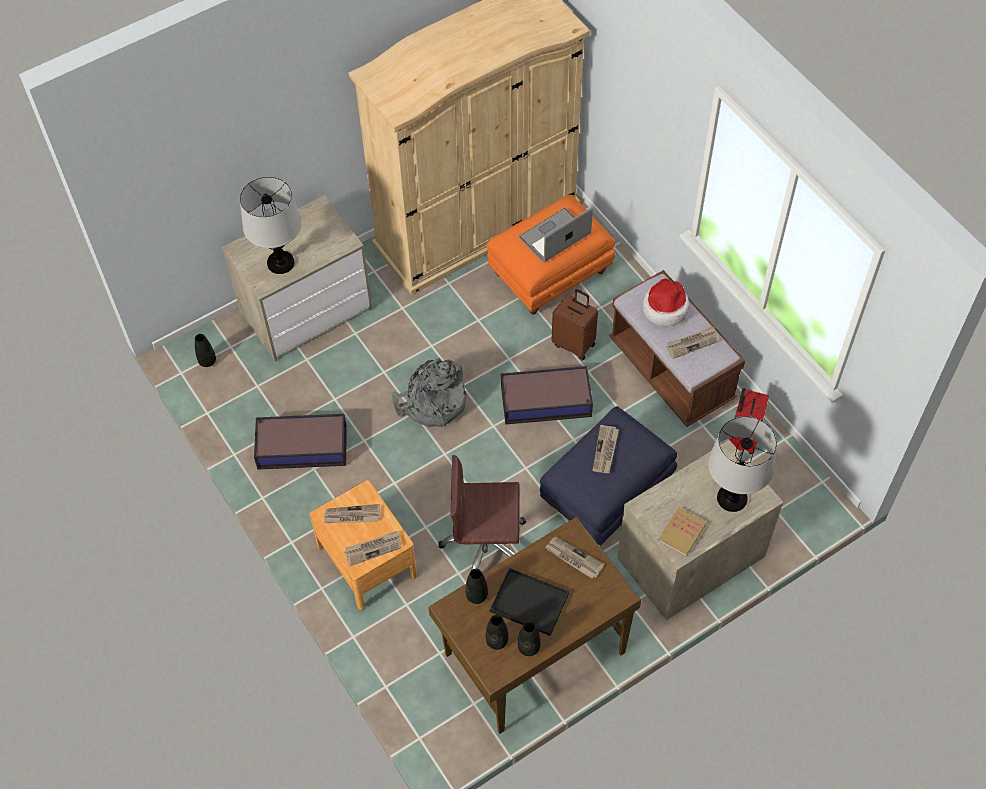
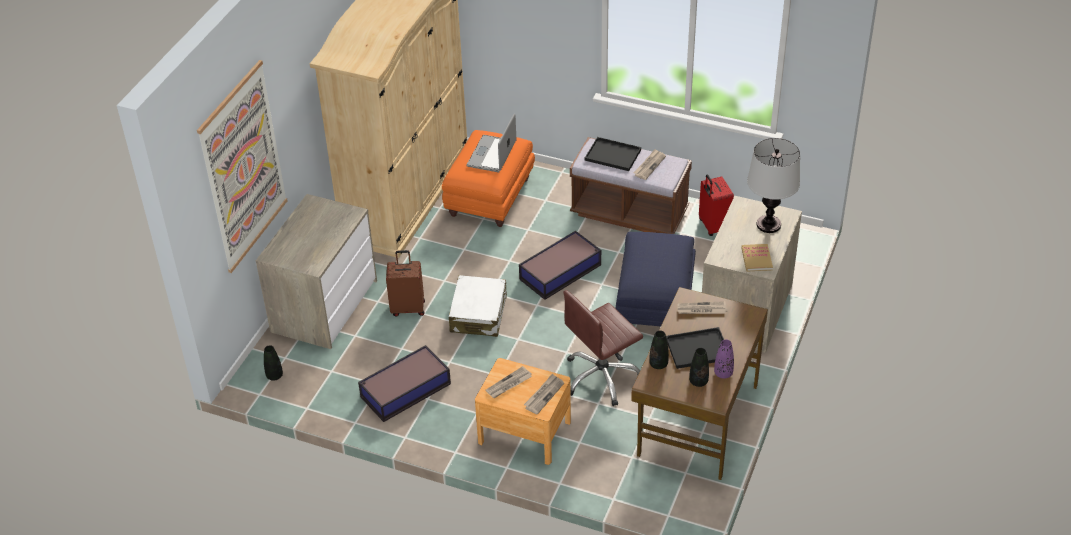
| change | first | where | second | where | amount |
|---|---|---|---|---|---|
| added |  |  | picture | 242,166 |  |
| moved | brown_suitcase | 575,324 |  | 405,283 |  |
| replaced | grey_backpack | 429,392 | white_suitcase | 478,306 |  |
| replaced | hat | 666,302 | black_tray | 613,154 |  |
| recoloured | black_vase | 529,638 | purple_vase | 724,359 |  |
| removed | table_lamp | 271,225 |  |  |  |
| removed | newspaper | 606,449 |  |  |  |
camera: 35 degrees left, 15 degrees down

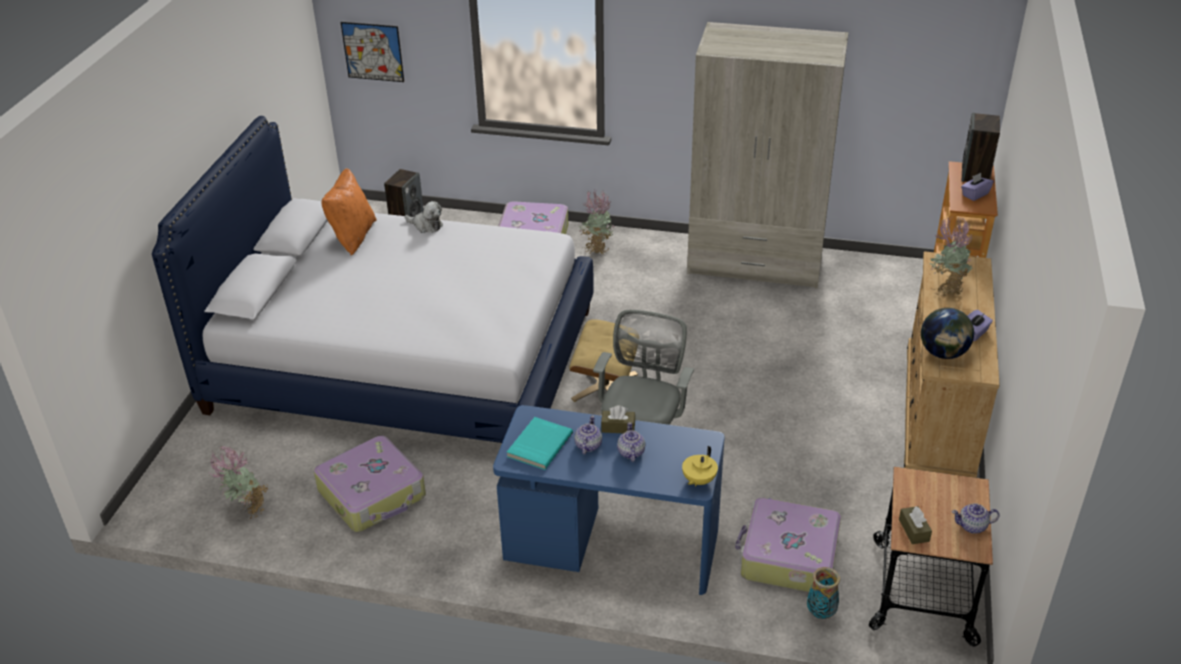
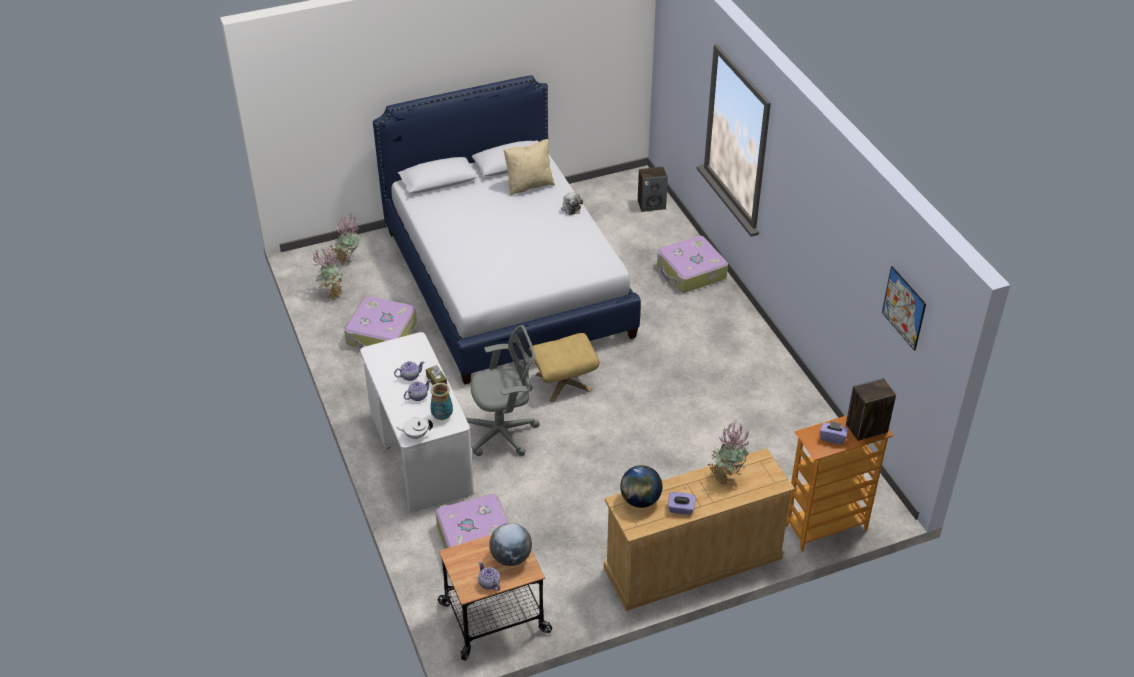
| change | first | where | second | where | amount |
|---|---|---|---|---|---|
| moved | potted_plant | 597,221 |  | 345,239 |  |
| recoloured | blue_desk | 609,500 | white_desk | 417,422 |  |
| recoloured | yellow_teapot | 700,466 | white_teapot | 414,429 |  |
| moved | vase | 823,593 |  | 441,401 |  |
| added |  |  | globe | 510,544 |  |
| recoloured | orange_pillow | 349,211 | beige_pillow | 529,167 |  |
| moved | picture | 372,52 |  | 904,308 |  |
| removed | turquoise_book | 540,443 |  |  |  |
| removed | beige_wardrobe | 767,155 |  |  |  |
| removed | brown_tissue_box | 915,525 |  |  |  |
camera: 55 degrees right, 5 degrees up

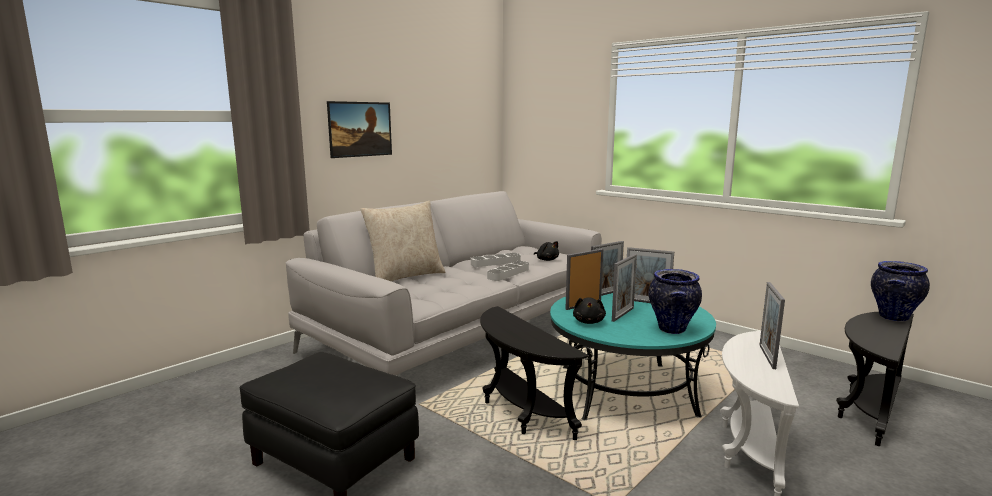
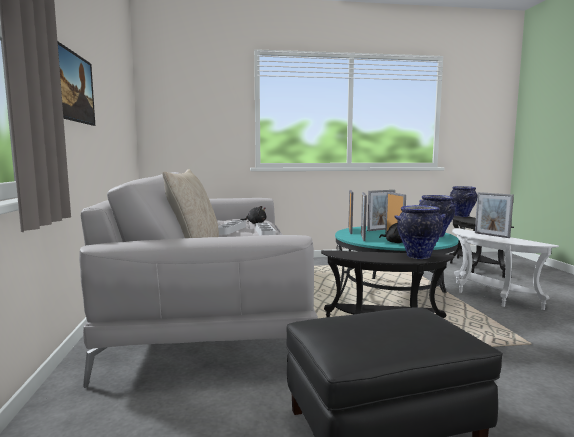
| change | first | where | second | where | amount |
|---|---|---|---|---|---|
| added |  |  | vase | 420,232 |  |
camera: 50 degrees left, 5 degrees down

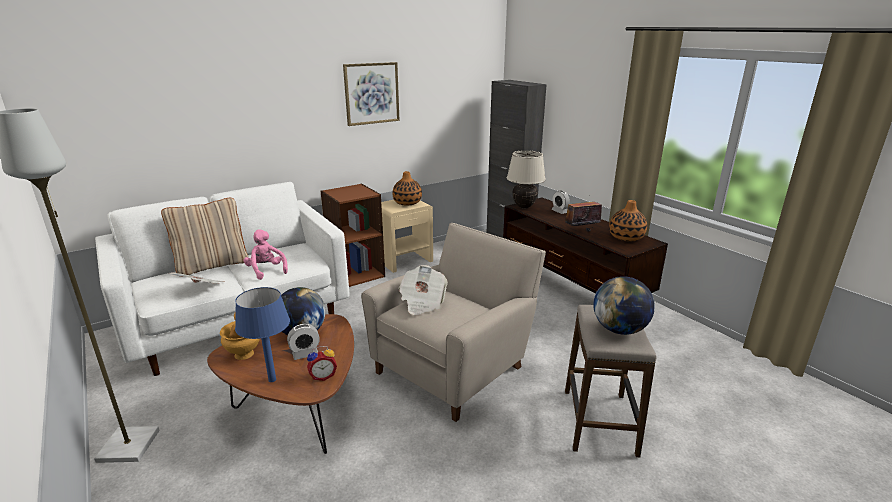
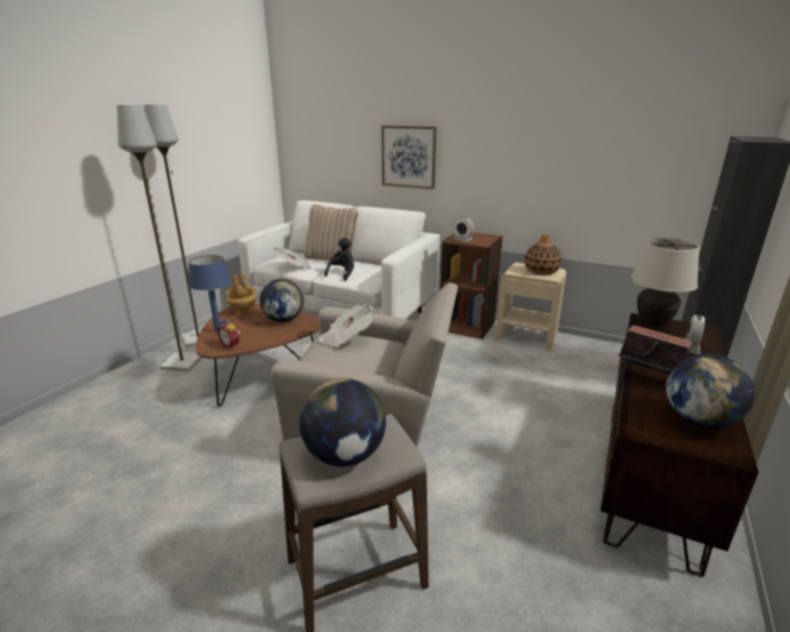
| change | first | where | second | where | amount |
|---|---|---|---|---|---|
| added |  |  | grey_floor_lamp | 160,238 |  |
| recoloured | pink_plush_toy | 266,254 | black_plush_toy | 339,259 |  |
| moved | picture | 371,94 |  | 409,157 |  |
| moved | alarm_clock | 303,342 |  | 463,229 |  |
| replaced | vase | 628,220 | globe | 710,391 |  |
camera: 60 degrees right, 0 degrees up

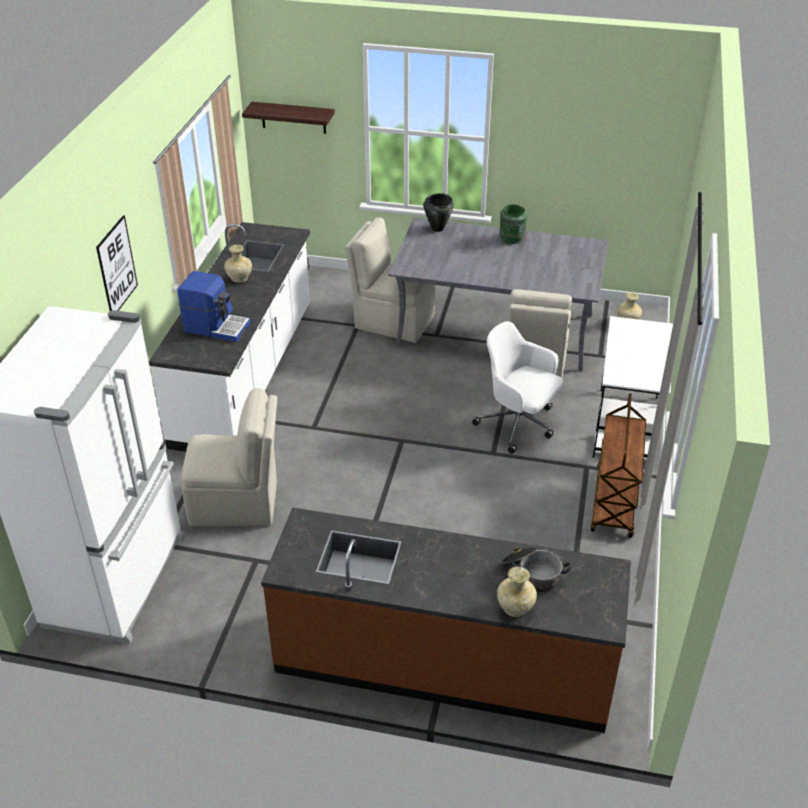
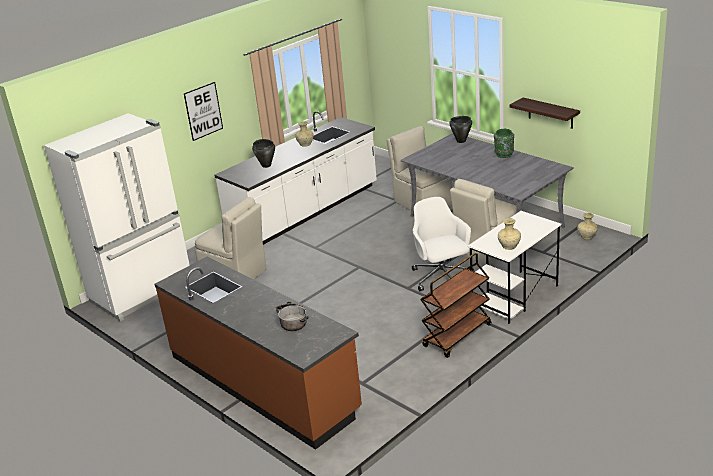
| change | first | where | second | where | amount |
|---|---|---|---|---|---|
| replaced | coffee_machine | 213,306 | black_cooking_pot | 263,153 |  |
| moved | beige_vase | 517,592 |  | 509,234 |  |
| moved | shelf | 288,118 |  | 545,113 |  |
camera: 35 degrees right, 10 degrees down

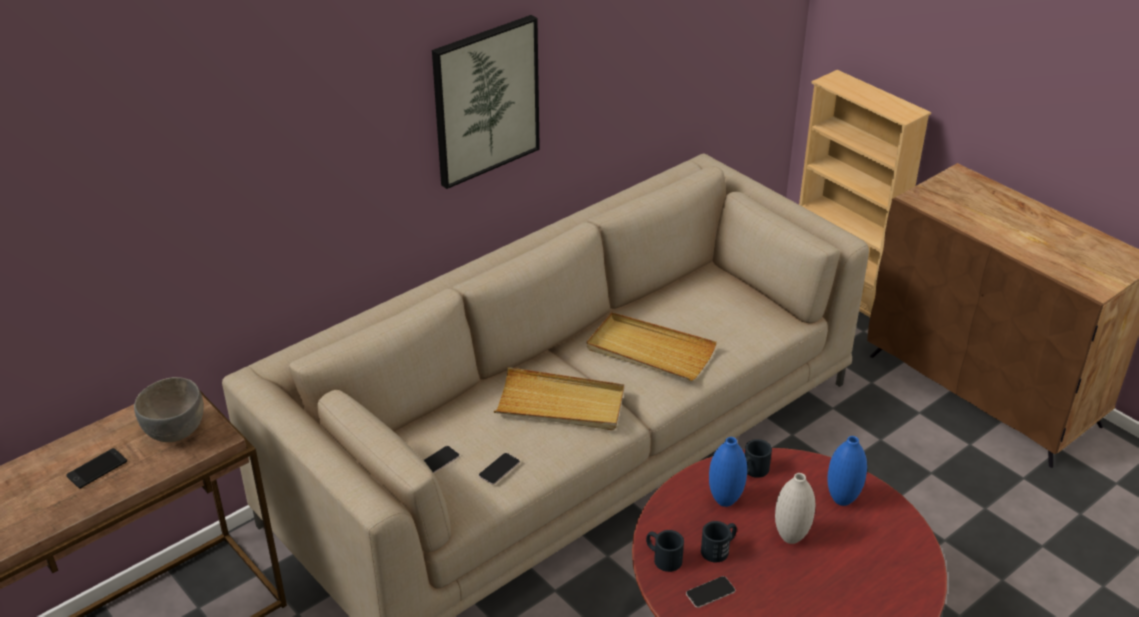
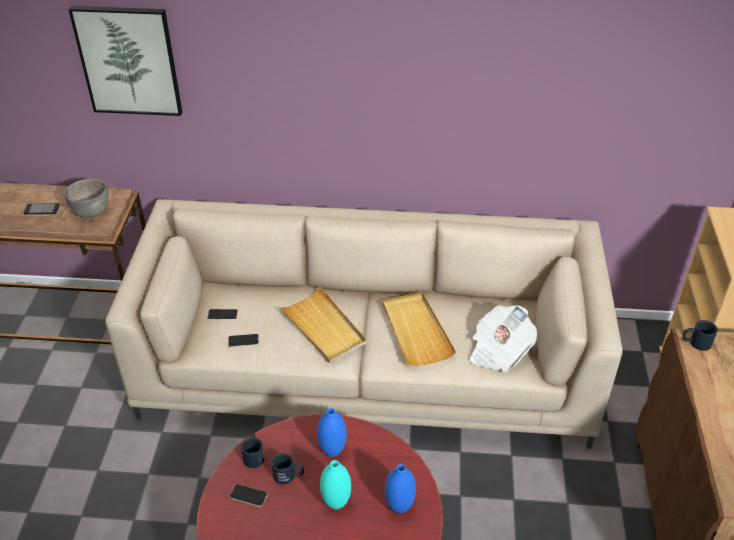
| change | first | where | second | where | amount |
|---|---|---|---|---|---|
| moved | picture | 486,102 |  | 125,61 |  |
| recoloured | white_vase | 795,508 | turquoise_vase | 335,484 |  |
| added |  |  | newspaper | 503,338 |  |
| moved | black_mug | 758,458 |  | 700,335 |  |
camera: 45 degrees right, 5 degrees up

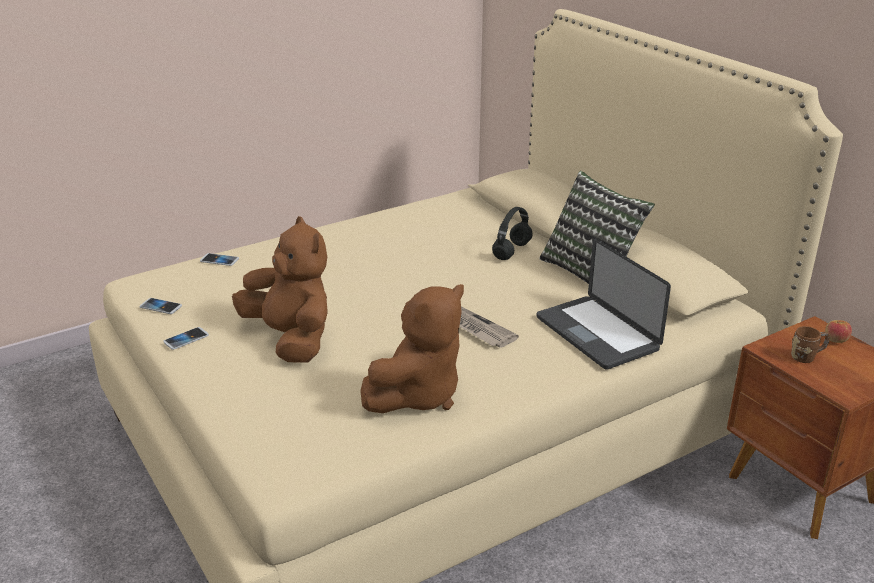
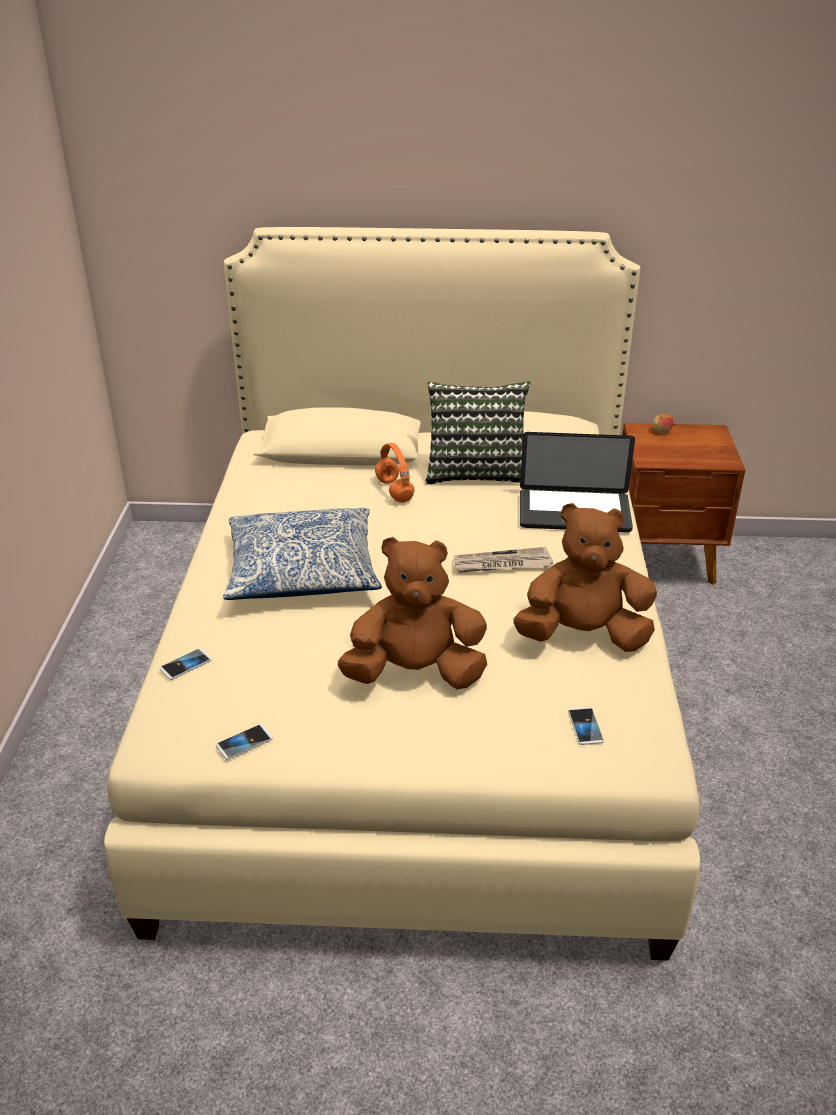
| change | first | where | second | where | amount |
|---|---|---|---|---|---|
| added |  |  | pillow | 302,554 |  |
| recoloured | black_headphones | 512,233 | orange_headphones | 395,472 |  |
| turned | brown_plush_toy | 412,348 |  | 585,577 | 75 degrees counterclockwise |
| moved | phone | 186,338 |  | 586,726 |  |
| removed | brown_mug | 810,344 |  |  |  |
camera: 55 degrees left, 5 degrees up

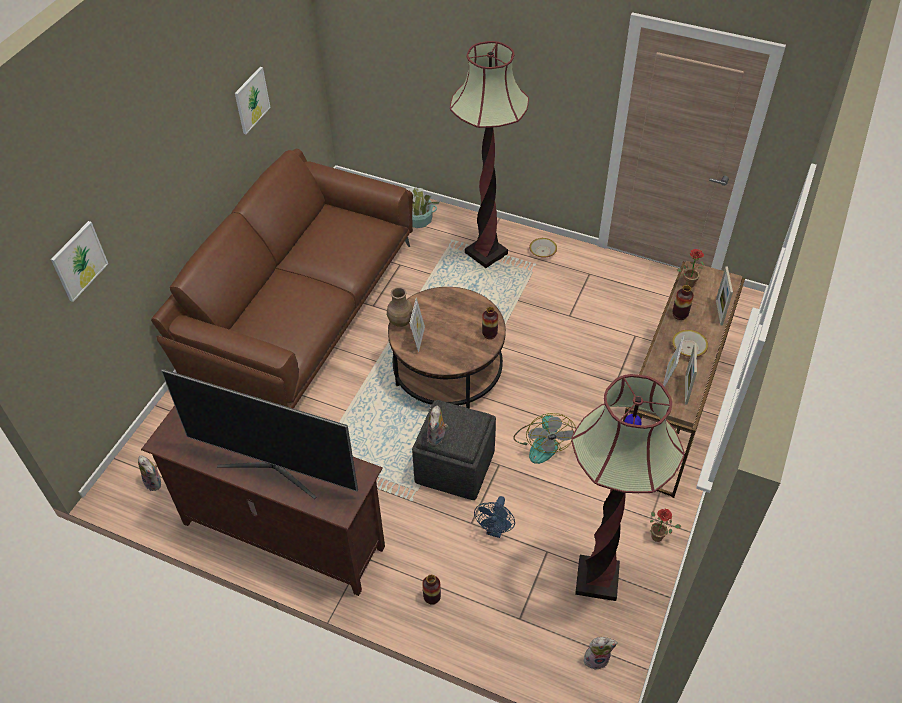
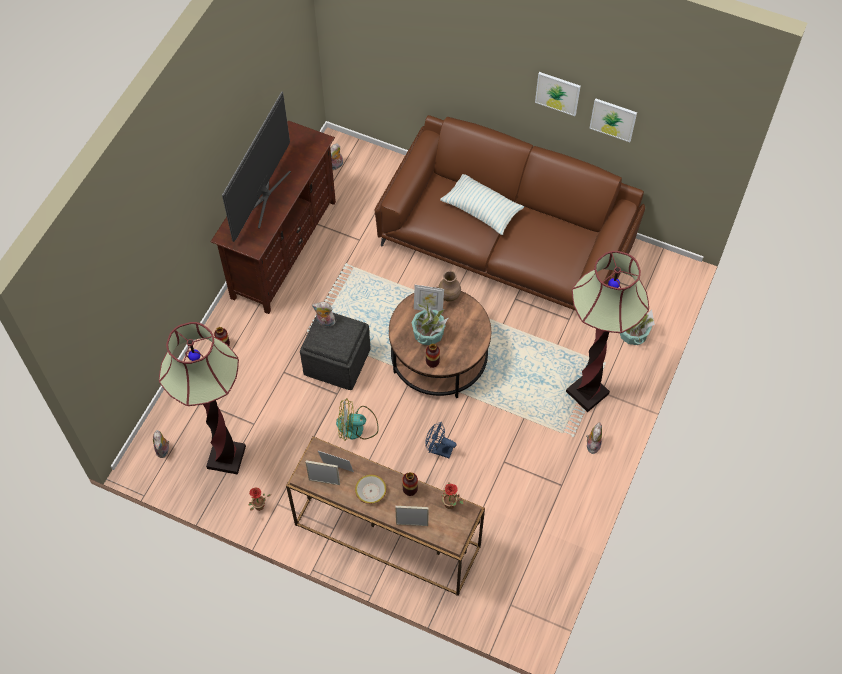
| change | first | where | second | where | amount |
|---|---|---|---|---|---|
| added |  |  | potted_plant | 430,323 |  |
| moved | blue_fan | 494,517 |  | 440,440 |  |
| added |  |  | pillow | 482,204 |  |
| moved | picture | 79,261 |  | 558,94 |  |
| replaced | bowl | 543,248 | plush_toy | 594,438 |  |
camera: 90 degrees right, 10 degrees up

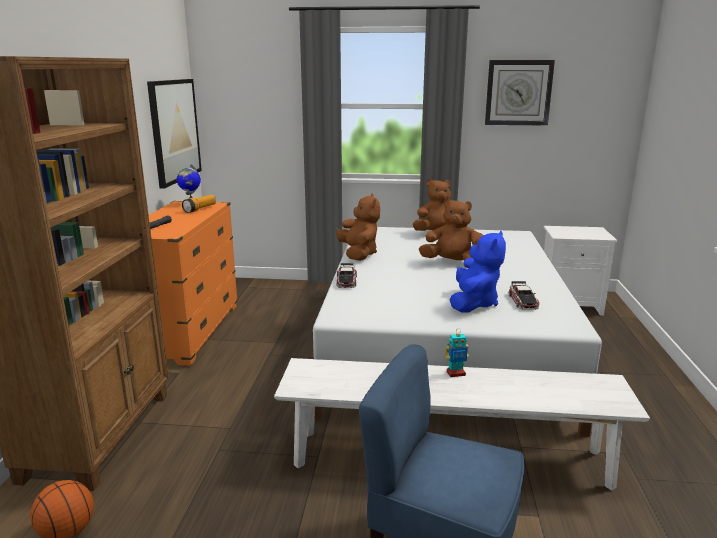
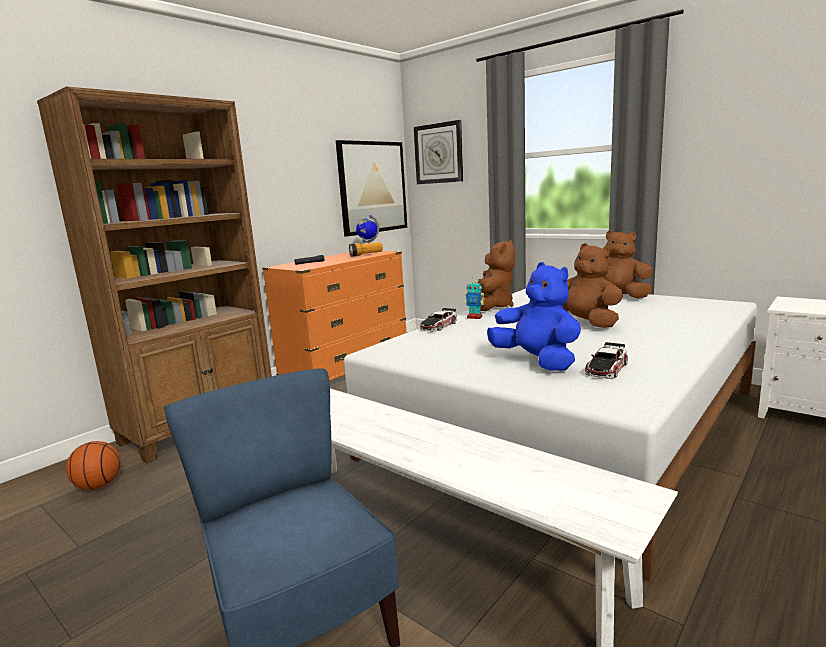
| change | first | where | second | where | amount |
|---|---|---|---|---|---|
| moved | wall_clock | 520,93 |  | 438,152 |  |
| moved | toy_robot | 456,352 |  | 475,298 |  |
| turned | blue_plush_toy | 478,272 |  | 534,316 | 90 degrees counterclockwise |
camera: 35 degrees right, 5 degrees down

